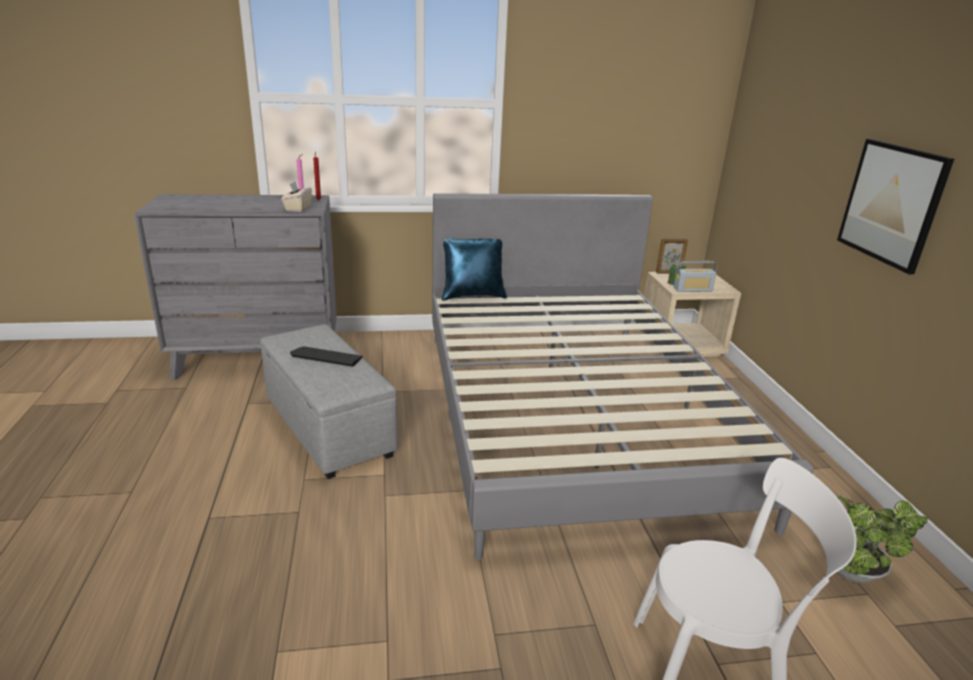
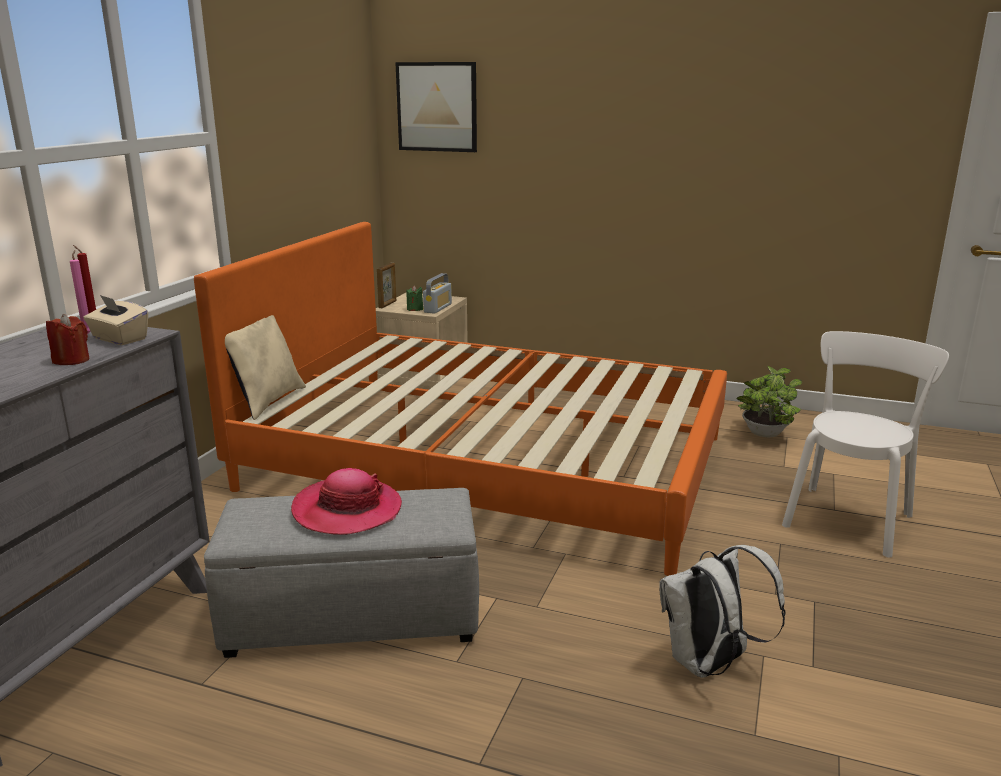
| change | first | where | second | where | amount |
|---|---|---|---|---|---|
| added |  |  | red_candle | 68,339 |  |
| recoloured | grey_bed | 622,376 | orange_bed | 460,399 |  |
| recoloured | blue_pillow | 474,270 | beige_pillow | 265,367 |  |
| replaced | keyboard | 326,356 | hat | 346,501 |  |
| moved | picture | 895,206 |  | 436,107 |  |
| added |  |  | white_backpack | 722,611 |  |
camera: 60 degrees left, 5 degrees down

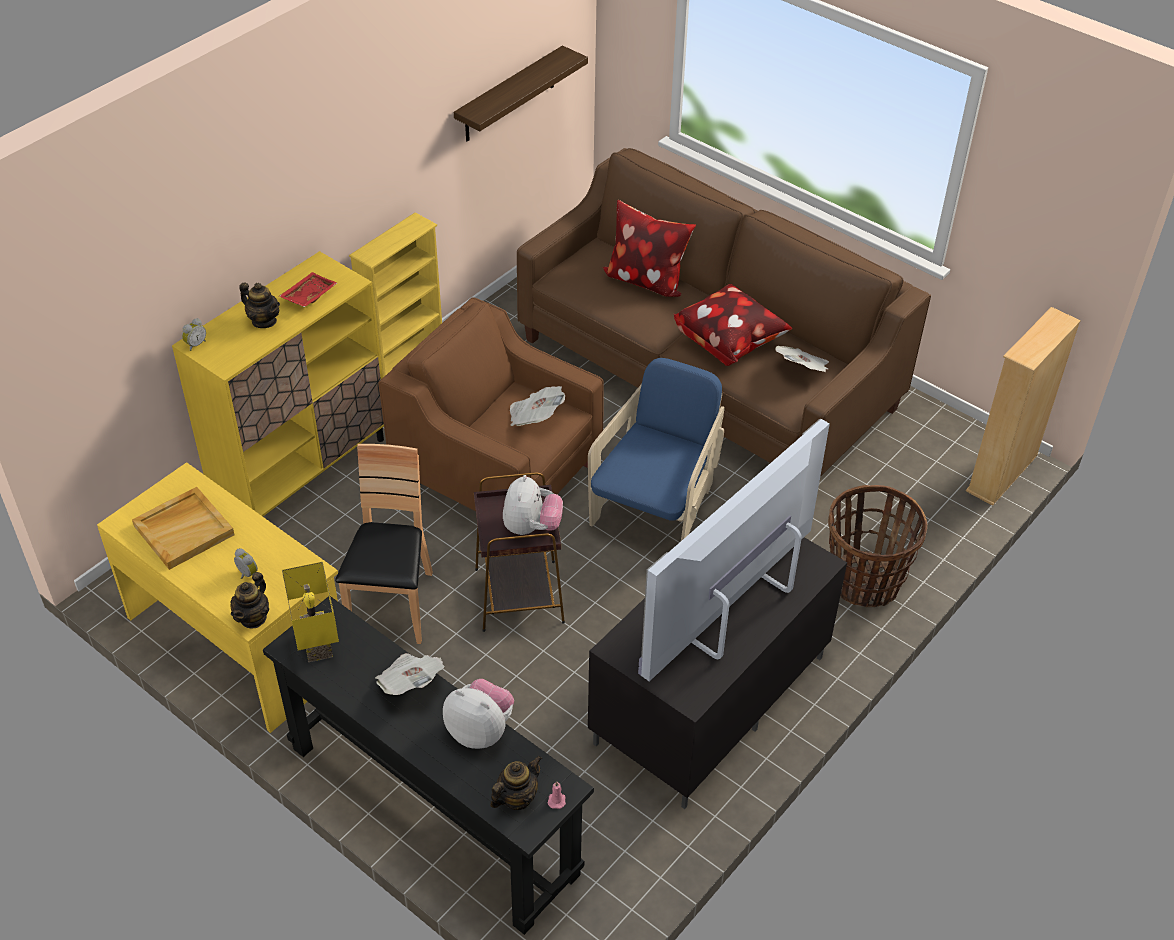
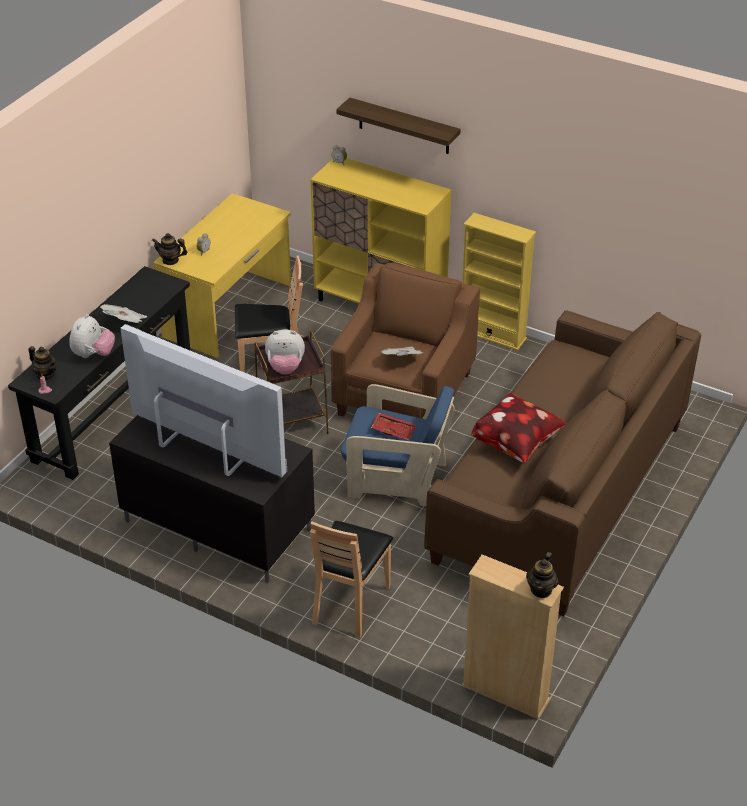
| change | first | where | second | where | amount |
|---|---|---|---|---|---|
| replaced | basket | 877,546 | brown_chair | 351,579 |  |
| moved | shelf | 521,93 |  | 398,126 |  |
| moved | red_tray | 308,289 |  | 393,426 |  |
| moved | teapot | 259,305 |  | 542,575 |  |
| removed | beige_tray | 183,528 |  |  |  |
| removed | yellow_table_lamp | 310,612 |  |  |  |
| removed | pillow | 649,248 |  |  |  |
| removed | newspaper | 802,359 |  |  |  |
camera: 80 degrees right, 5 degrees down

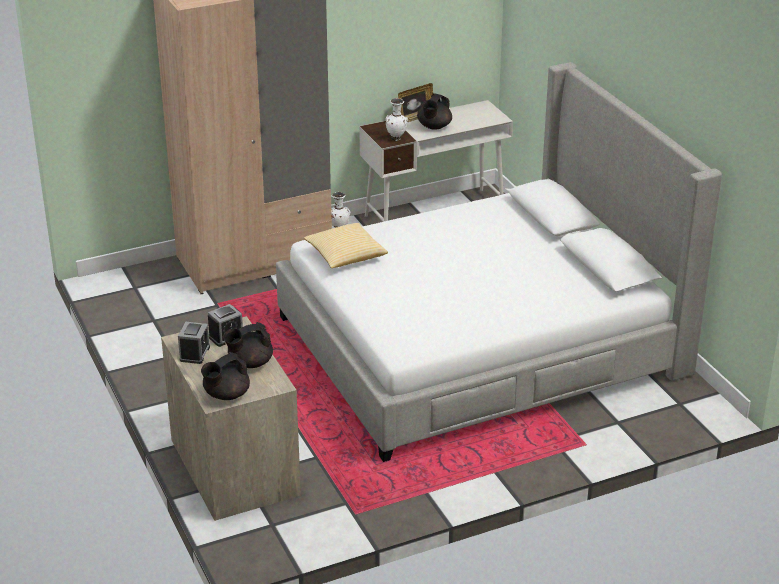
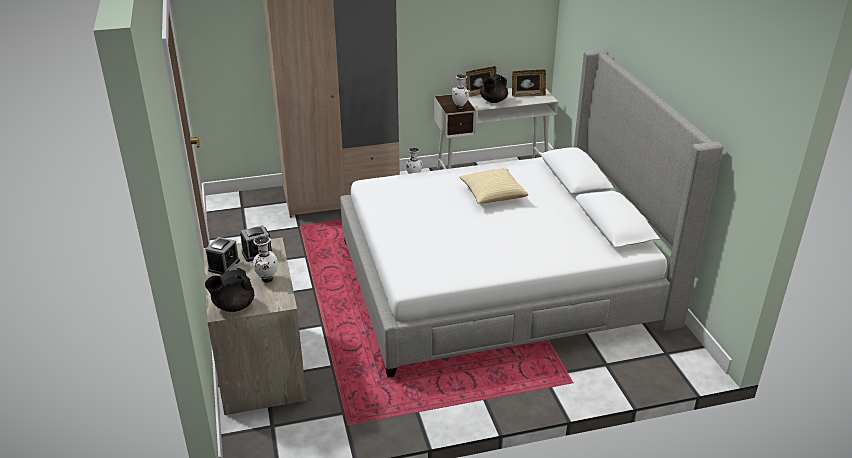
| change | first | where | second | where | amount |
|---|---|---|---|---|---|
| replaced | black_teapot | 248,345 | white_vase | 265,259 |  |
| moved | pillow | 346,245 |  | 494,186 |  |
| added |  |  | picture_frame | 529,83 |  |
camera: 10 degrees right, 0 degrees up

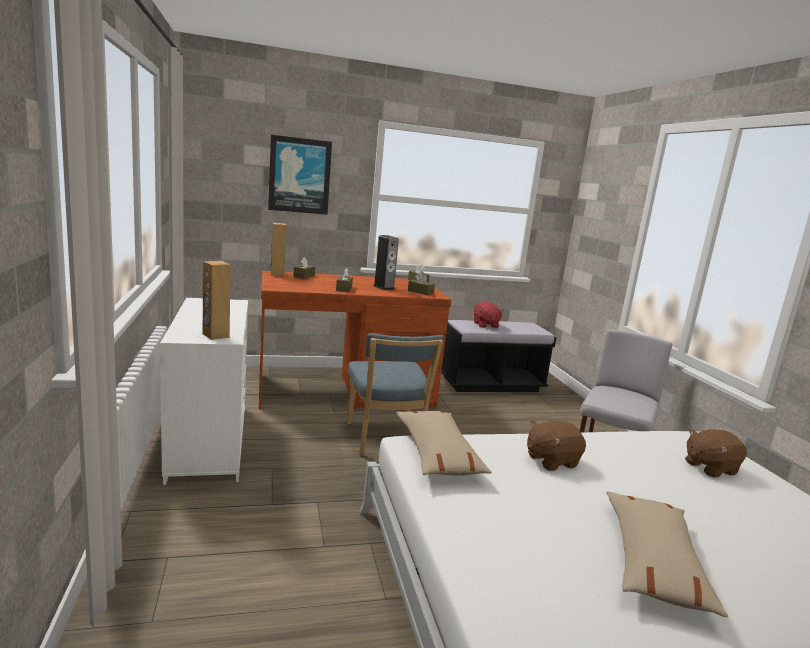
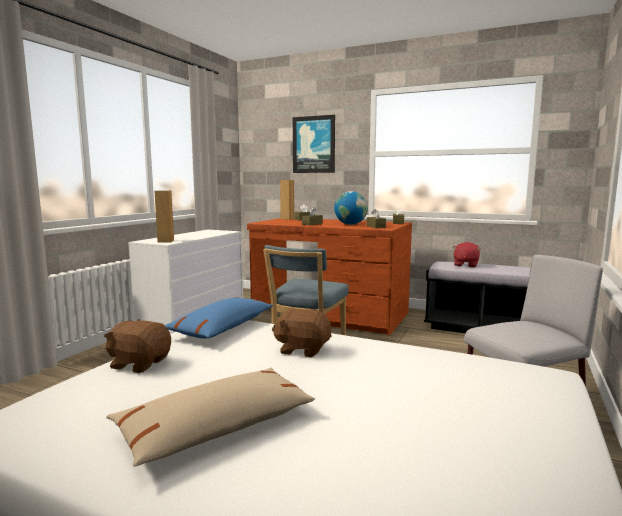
| change | first | where | second | where | amount |
|---|---|---|---|---|---|
| moved | brown_plush_toy | 716,453 |  | 137,346 |  |
| recoloured | beige_pillow | 444,443 | blue_pillow | 219,317 |  |
| replaced | speaker | 386,262 | globe | 351,208 |  |
camera: 40 degrees right, 5 degrees down

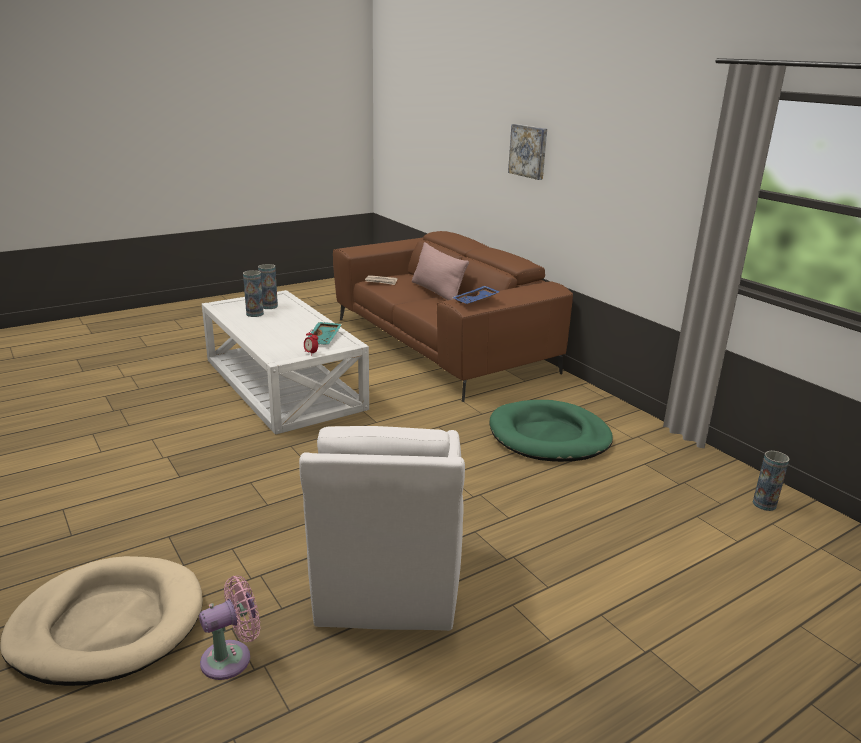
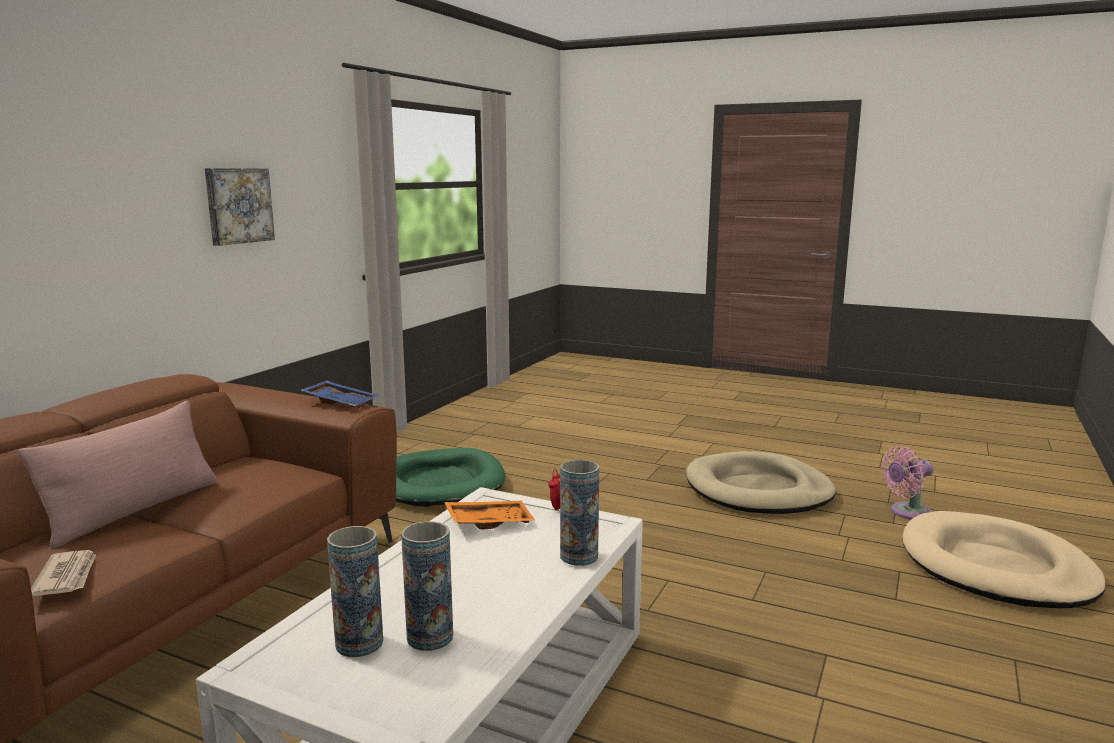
| change | first | where | second | where | amount |
|---|---|---|---|---|---|
| moved | picture | 527,152 |  | 240,207 |  |
| recoloured | turquoise_tray | 325,333 | orange_tray | 490,515 |  |
| moved | vase | 771,481 |  | 579,513 |  |
| replaced | white_armchair | 382,528 | beige_dog_bed | 761,482 |  |
| turned | pink_fan | 229,627 |  | 907,483 | 45 degrees counterclockwise |
camera: 120 degrees left, 10 degrees down

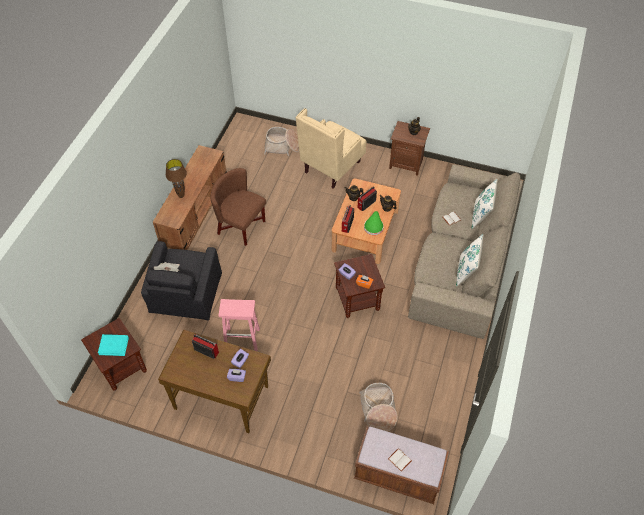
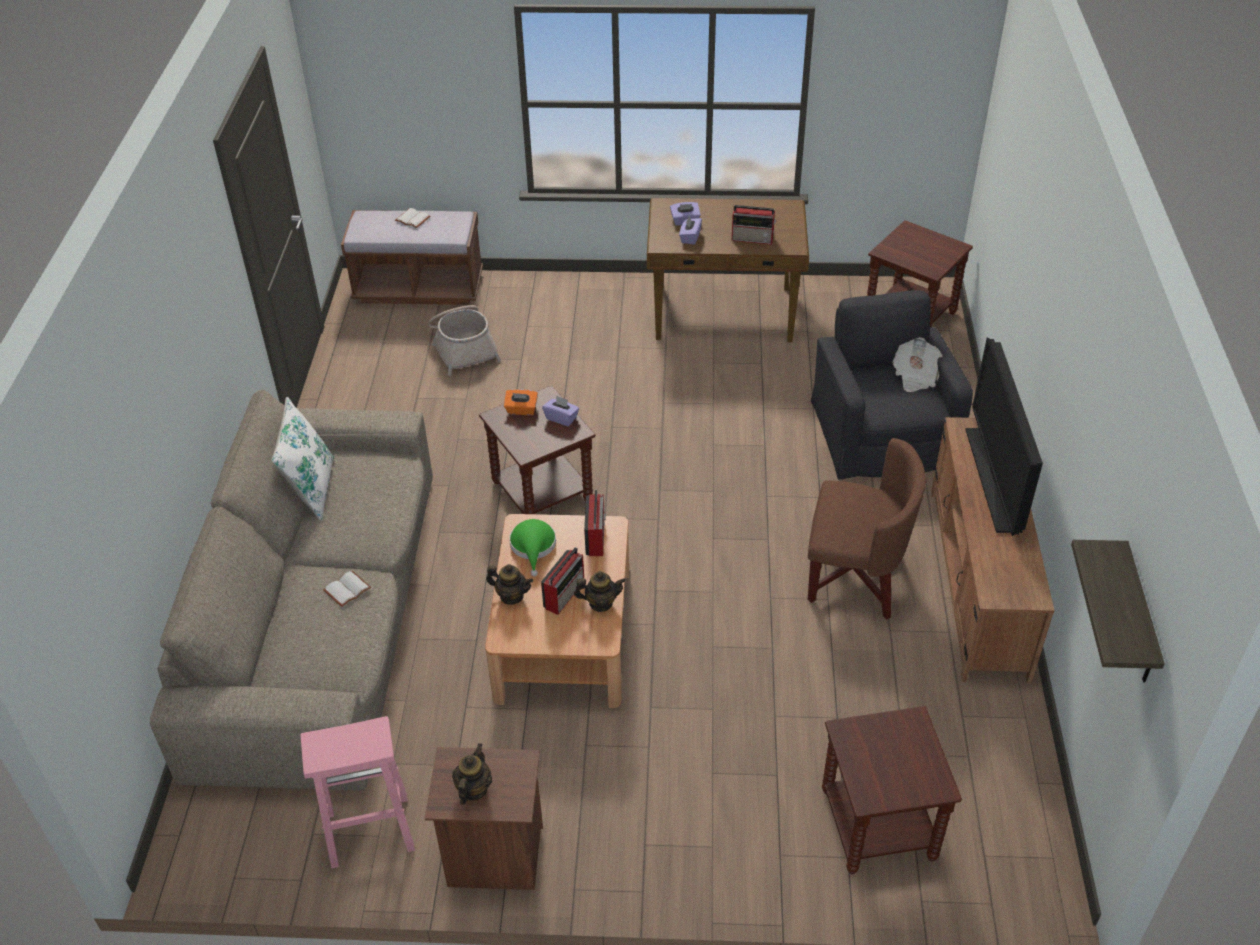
| change | first | where | second | where | amount |
|---|---|---|---|---|---|
| moved | pink_stool | 239,325 |  | 358,792 |  |
| replaced | basket | 281,141 | brown_side_table | 892,790 |  |
| replaced | brown_table_lamp | 176,178 | television | 1004,436 |  |
| added |  |  | shelf | 1118,611 |  |
| removed | turquoise_book | 113,345 |  |  |  |
| removed | beige_armchair | 331,148 |  |  |  |
| removed | white_pillow | 485,204 |  |  |  |
camera: 165 degrees right, 10 degrees down

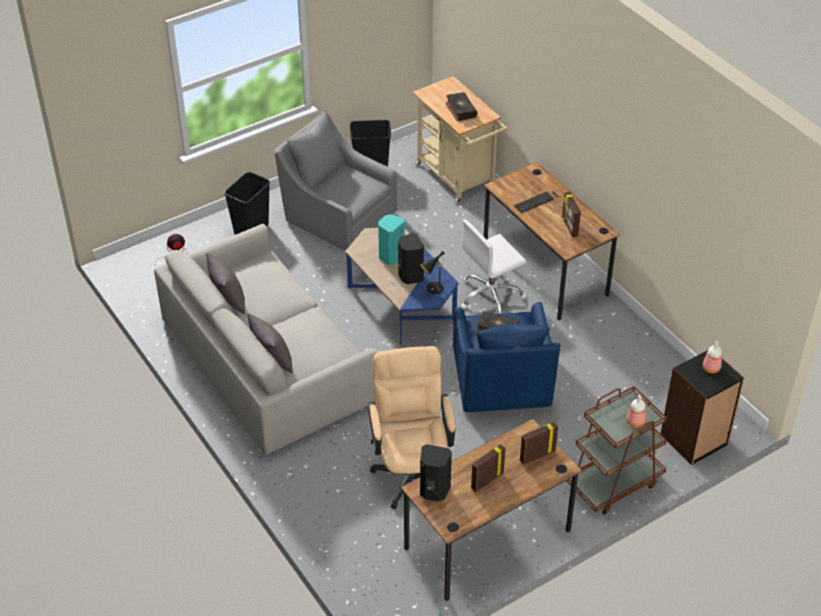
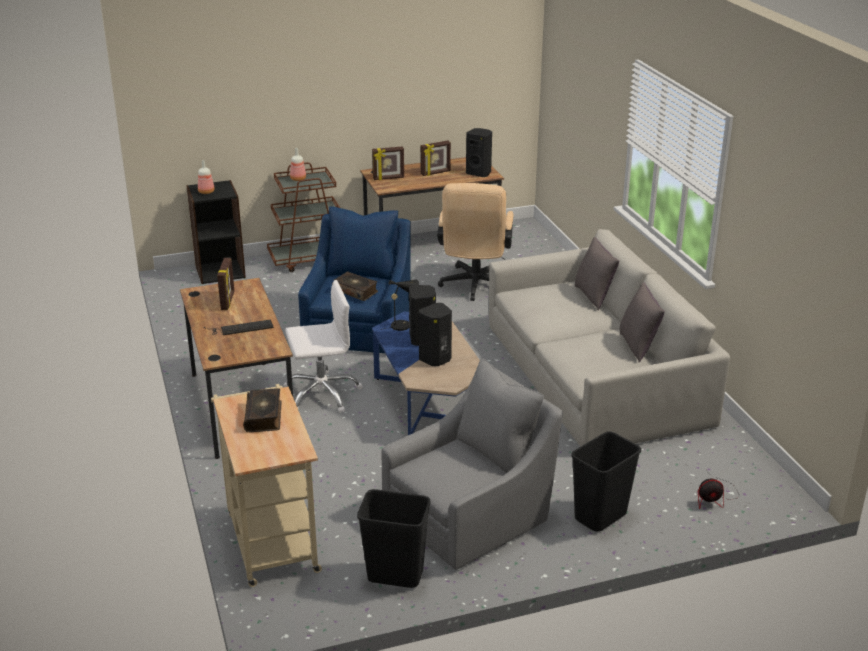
| change | first | where | second | where | amount |
|---|---|---|---|---|---|
| turned | grey_armchair | 335,180 |  | 472,463 | 90 degrees counterclockwise |
| recoloured | turquoise_speaker | 391,239 | black_speaker | 435,334 |  |
camera: 165 degrees left, 15 degrees down

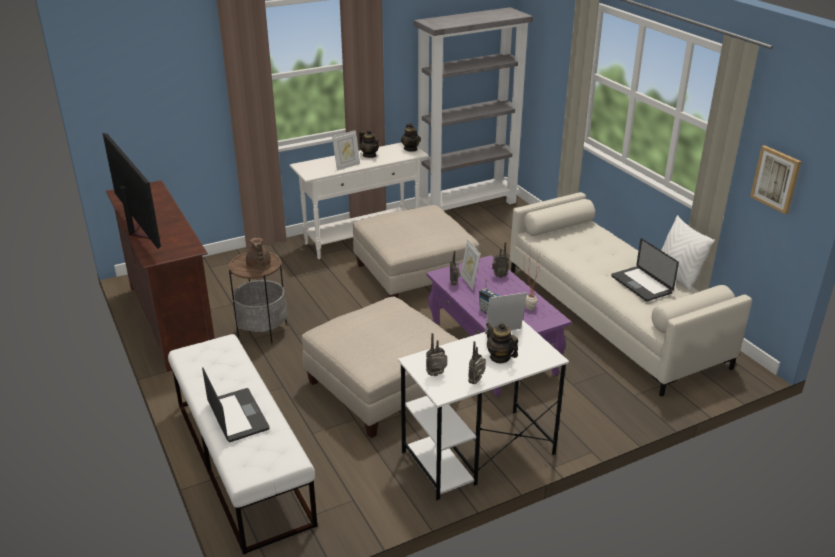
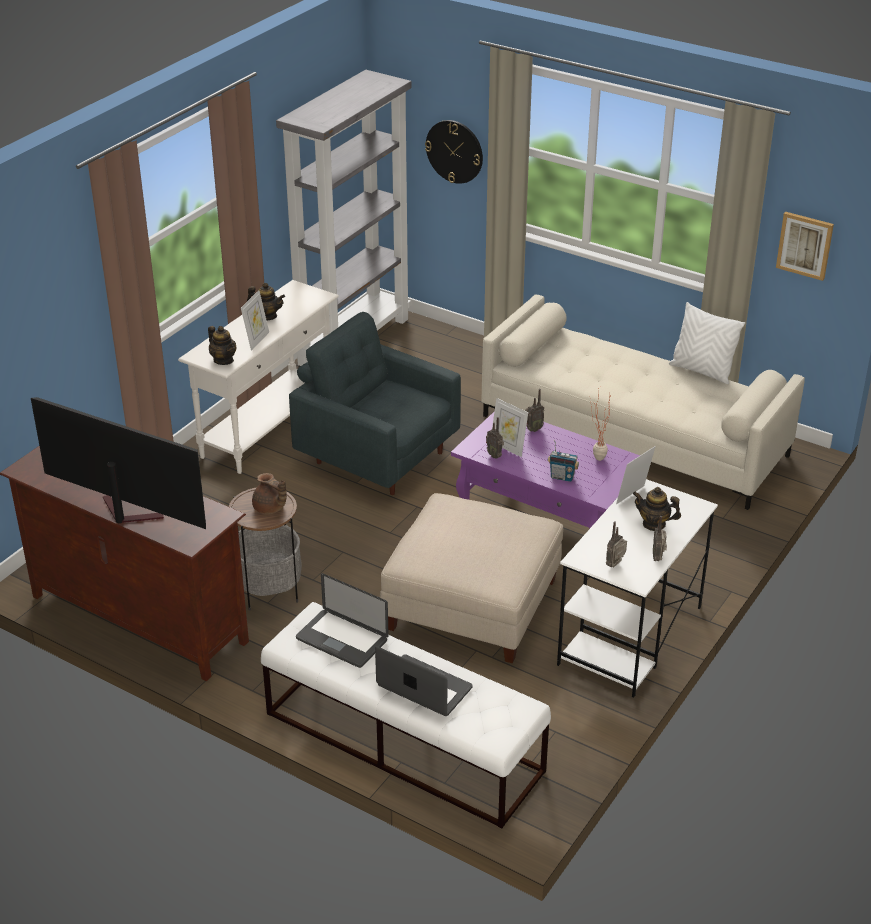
| change | first | where | second | where | amount |
|---|---|---|---|---|---|
| moved | teapot | 411,137 |  | 222,345 |  |
| replaced | beige_ottoman | 416,251 | grey_armchair | 375,403 |  |
| moved | laptop | 645,269 |  | 342,620 |  |
| added |  |  | wall_clock | 454,152 |  |
camera: 30 degrees left, 5 degrees up

